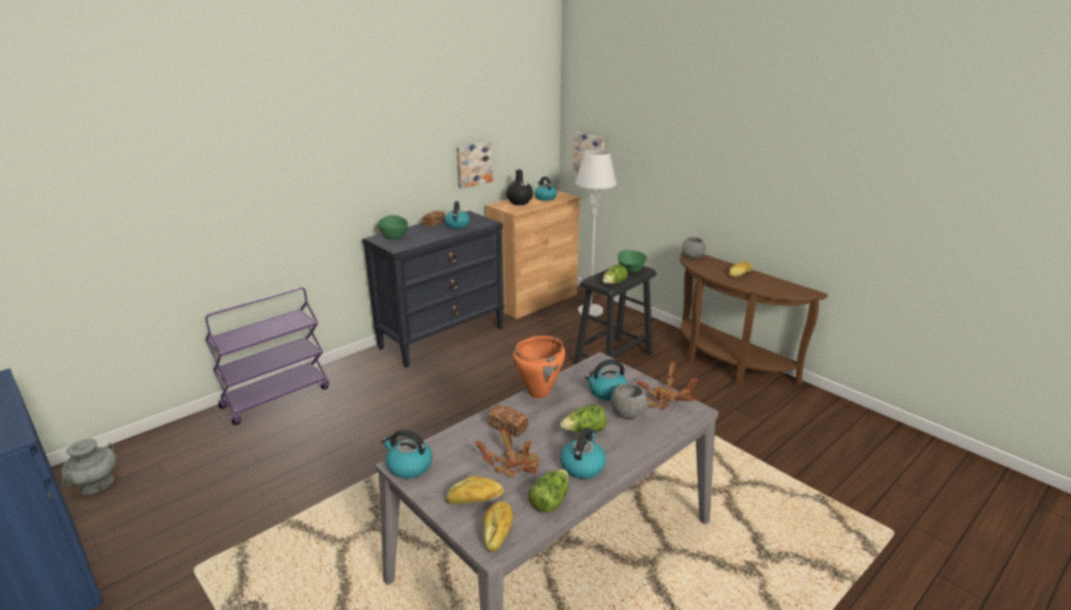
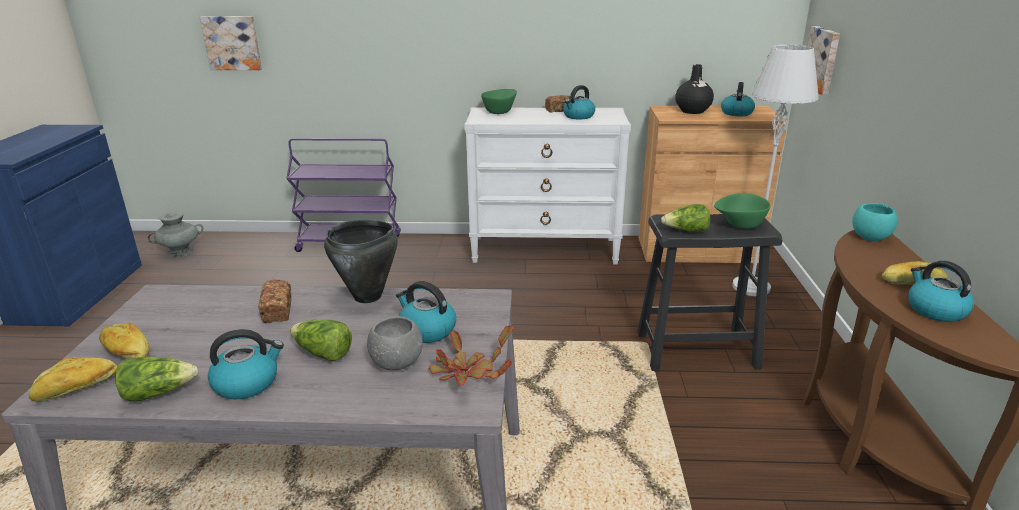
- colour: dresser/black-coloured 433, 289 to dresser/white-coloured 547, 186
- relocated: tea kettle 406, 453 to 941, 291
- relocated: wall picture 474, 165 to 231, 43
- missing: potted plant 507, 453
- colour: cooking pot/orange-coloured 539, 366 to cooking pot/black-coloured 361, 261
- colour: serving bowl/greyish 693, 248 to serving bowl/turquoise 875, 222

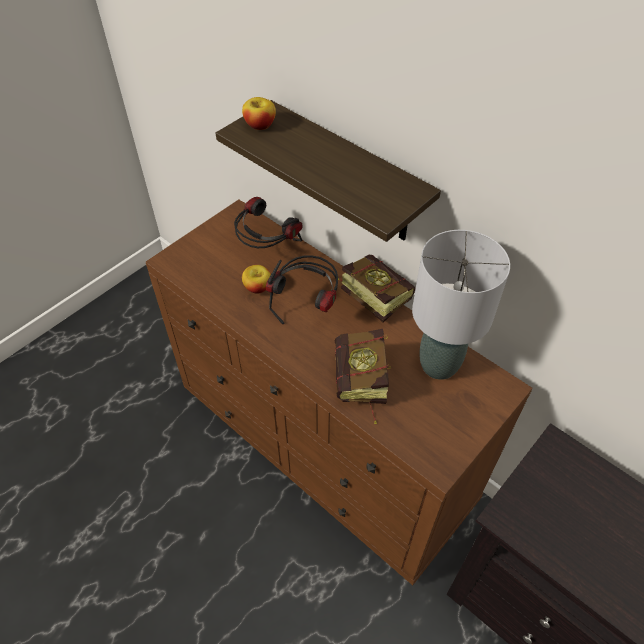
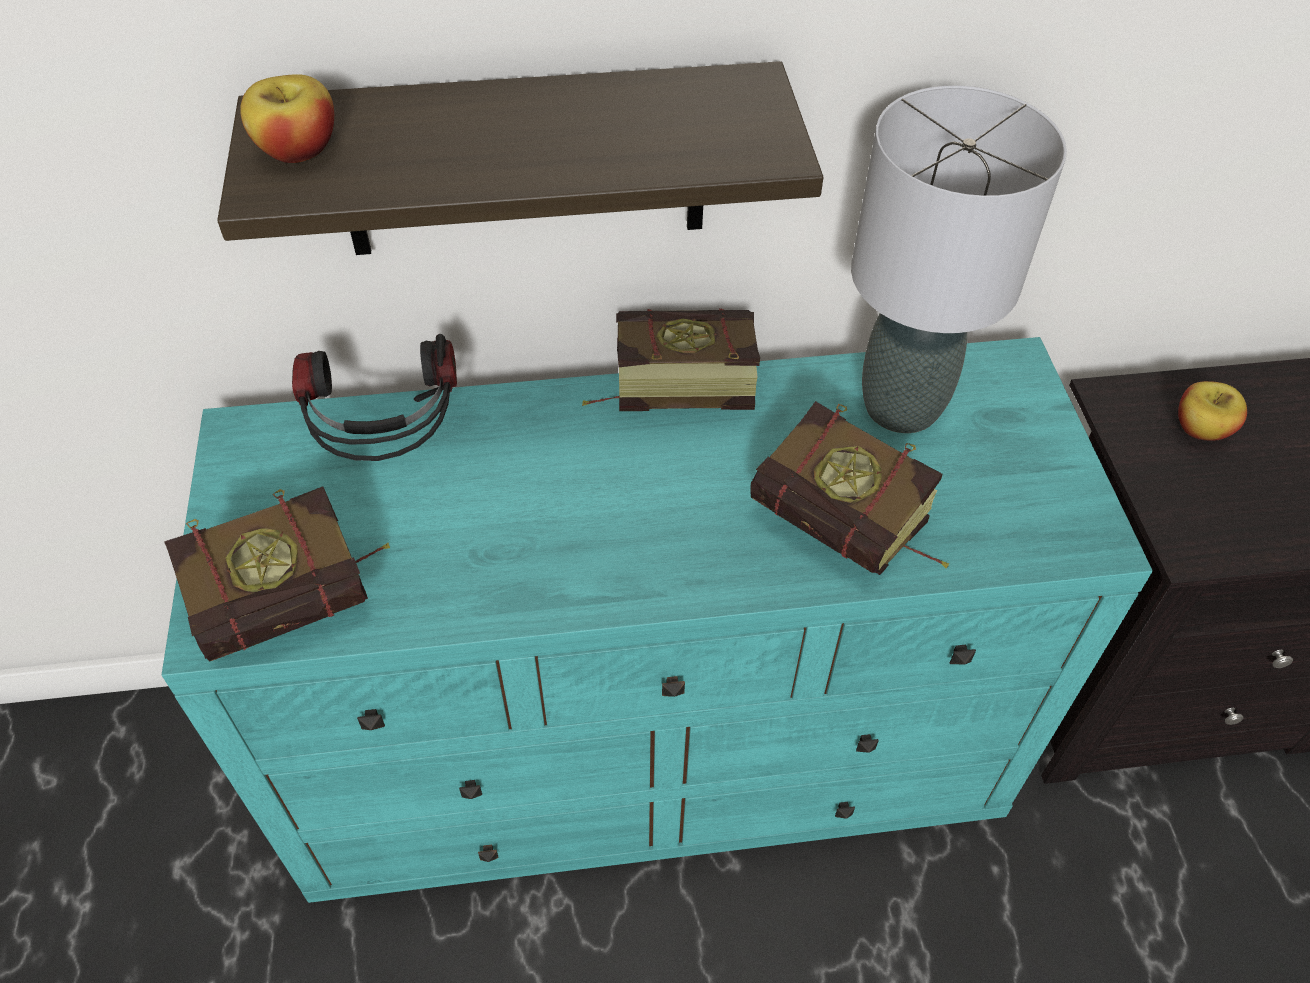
- colour: dresser/brown-coloured 339, 392 to dresser/turquoise 657, 620
- relocated: whole apple 256, 279 to 1212, 411
- missing: headphones 302, 289
- appeared: book 277, 574

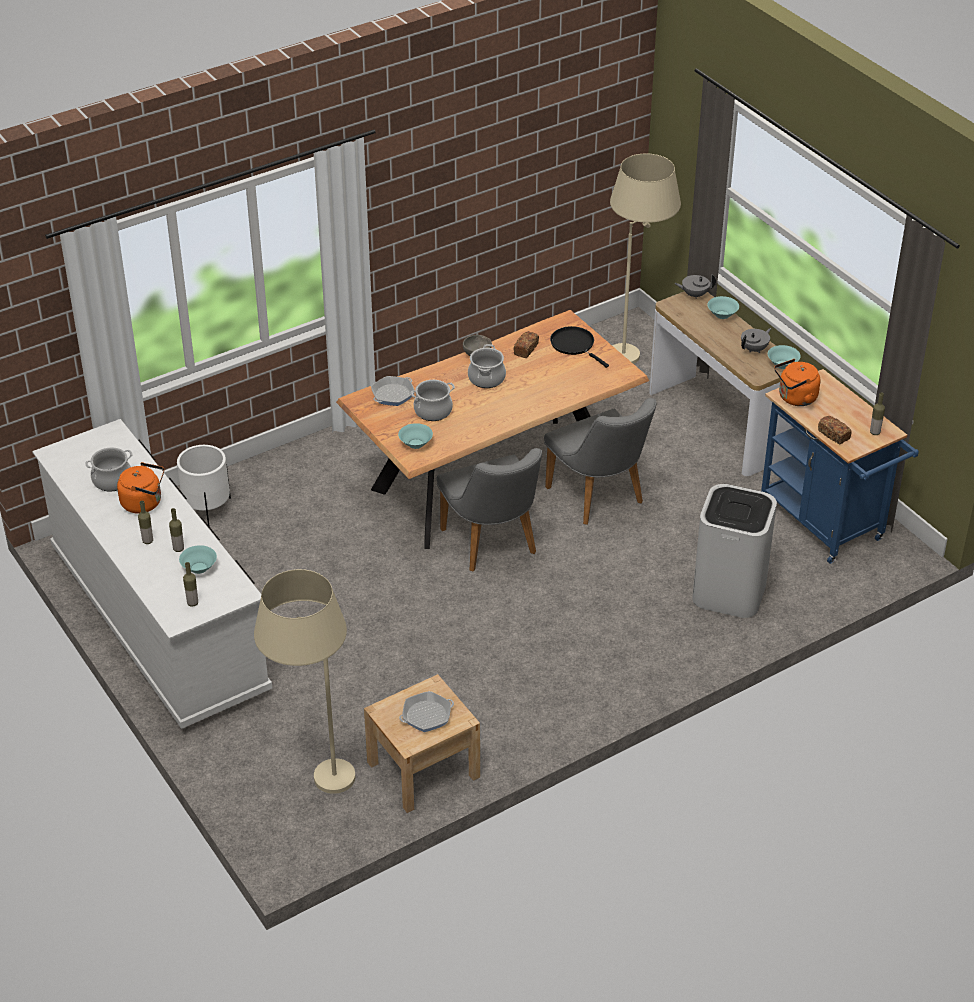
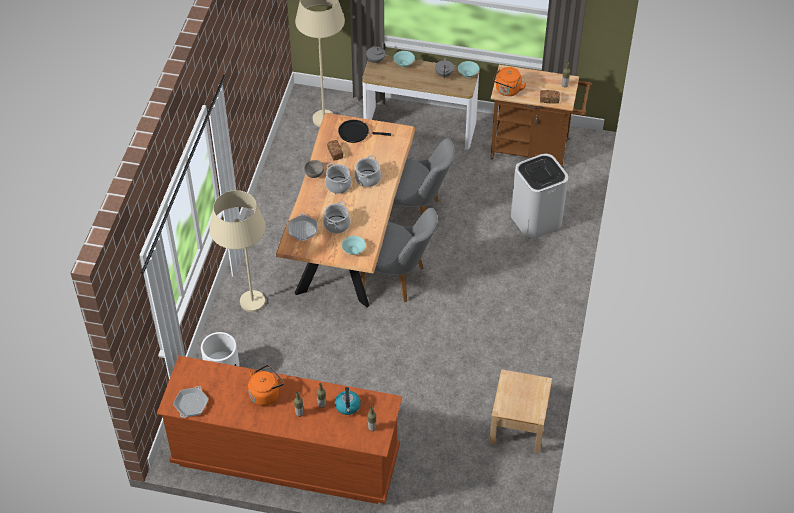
- colour: dresser/white-coloured 152, 574 to dresser/brown-coloured 279, 430
- relocated: cooking pot 109, 469 to 368, 171
- exchanged: serving bowl/turquoise 198, 559 to tea kettle 348, 401
- relocated: standard lamp/sand-coloured 304, 681 to 238, 251
- relocated: skillet 426, 711 to 190, 402
- colour: wheeled cart/bluish 840, 466 to wheeled cart/brown-coloured 541, 116

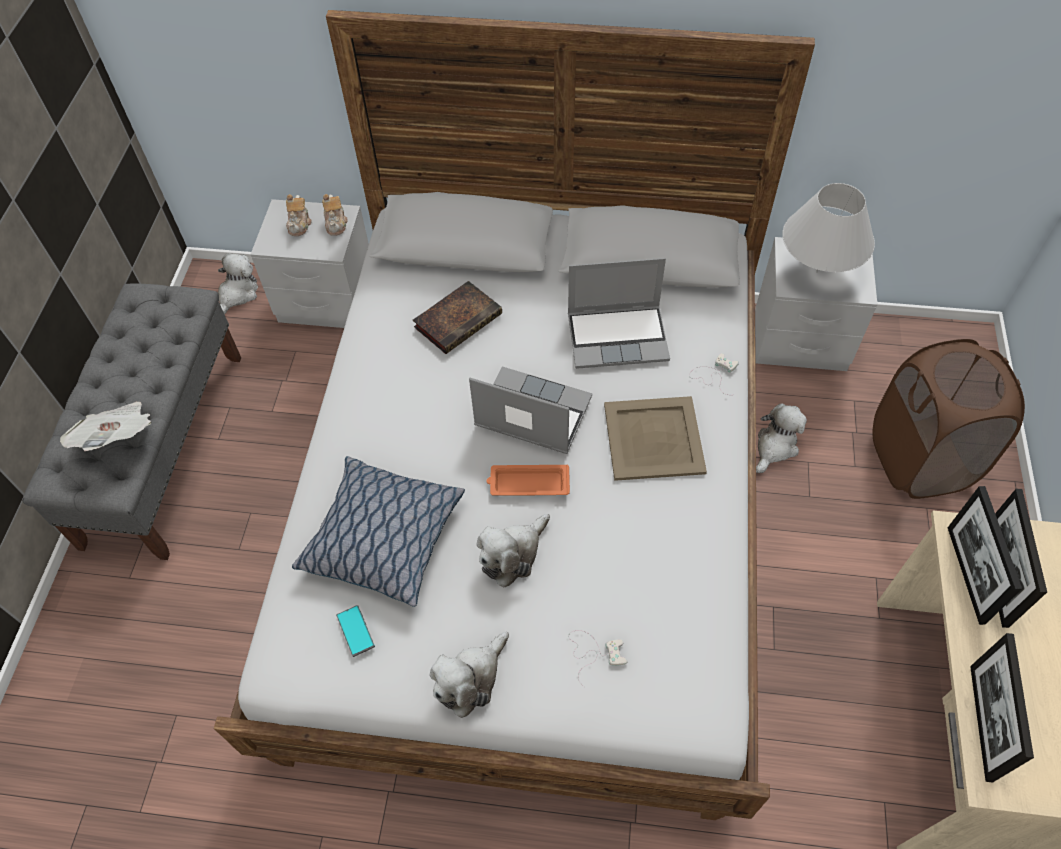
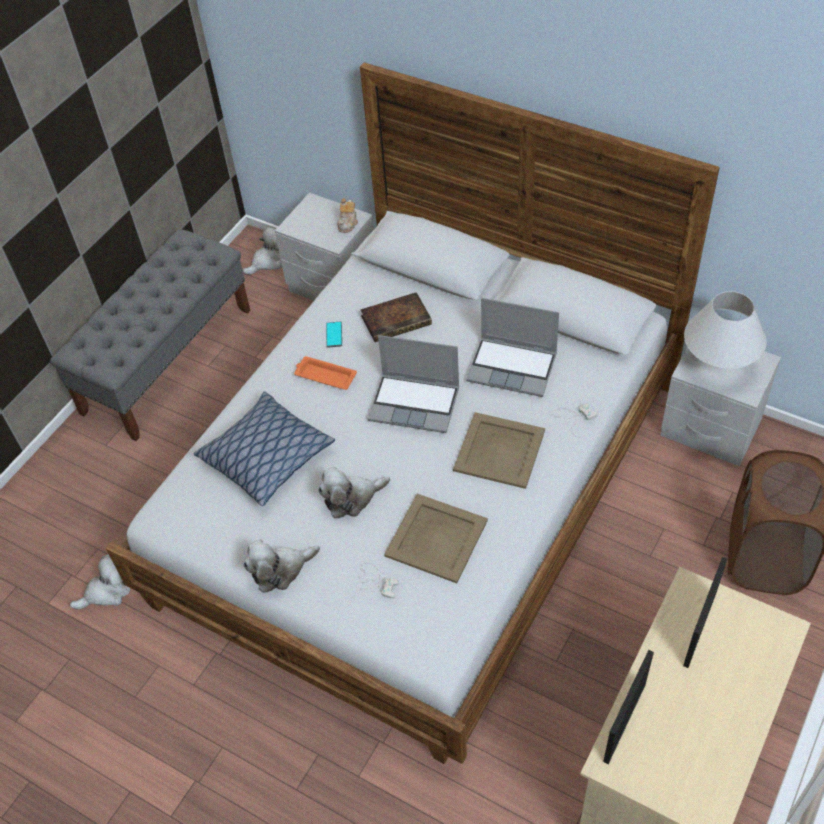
- missing: daily paper 105, 426
- missing: teapot 299, 215
- relocated: handset 355, 631 to 334, 335
- spun: notebook computer 530, 410 = 413, 384 150 degrees clockwise
- relocated: tray/orange-coloured 528, 480 to 325, 373
- relocated: soft toy 781, 438 to 100, 582
- missing: picture frame 985, 555
- appeared: tray/sand-coloured 436, 538

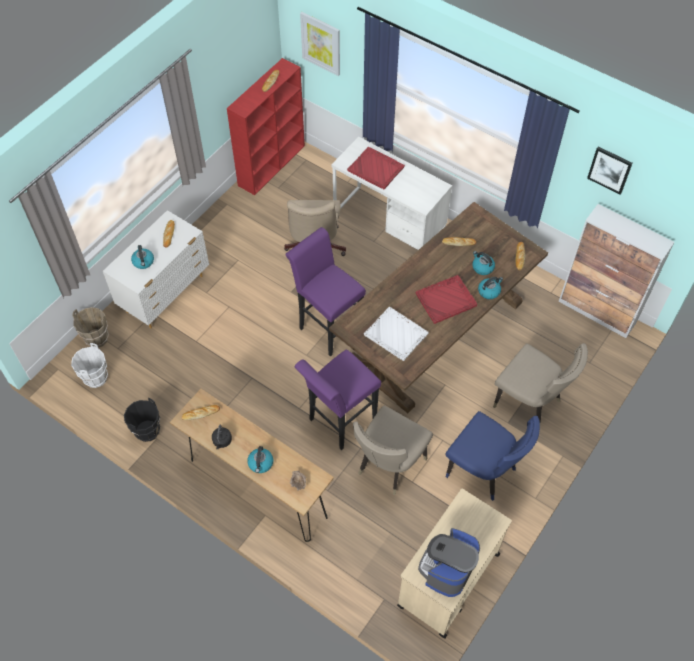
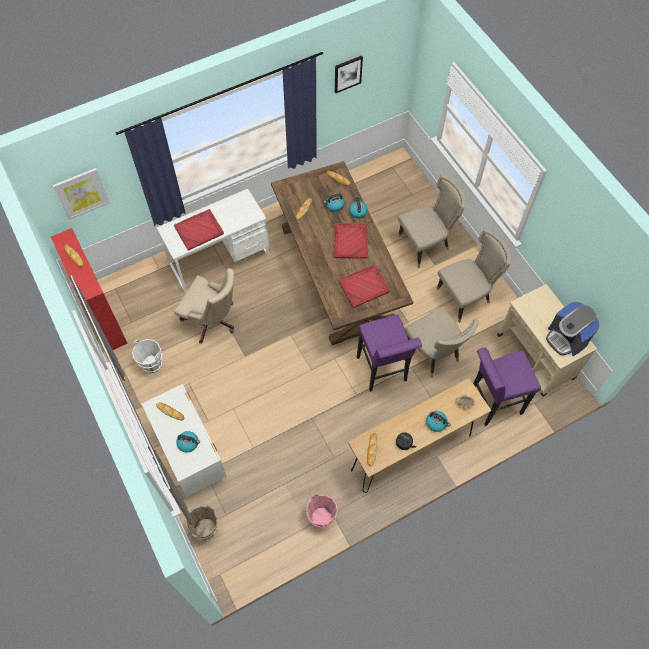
- relocated: water bucket/white-coloured 89, 365 to 147, 356
- colour: water bucket/black-coloured 142, 420 to water bucket/pink-coloured 322, 511
- relocated: stool seat/purple 325, 292 to 507, 386
- colour: tray/white-coloured 396, 334 to tray/red-coloured 364, 286
- colour: chair/bluish 493, 456 to chair/sand-coloured 474, 276
- missing: cabinet 616, 271

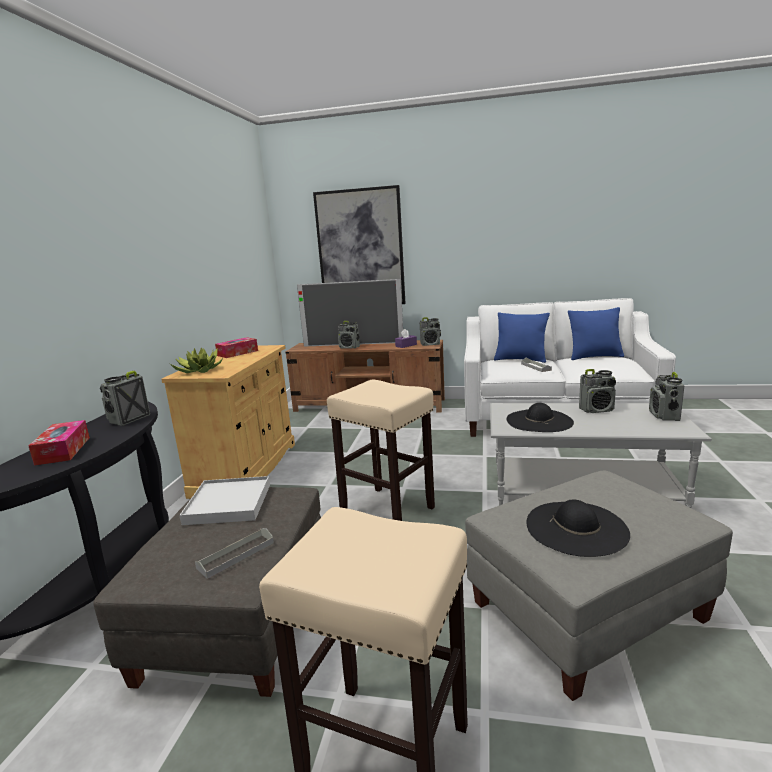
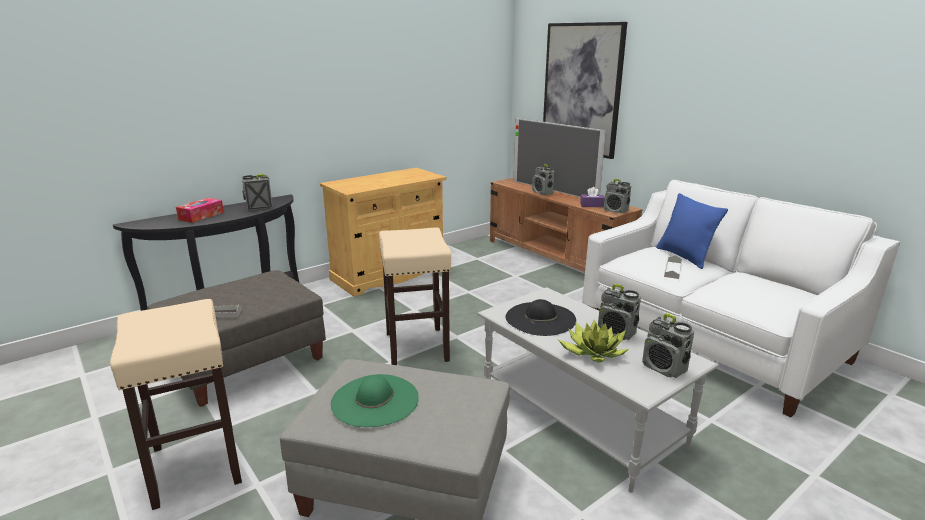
- relocated: potted plant 197, 360 to 594, 341
- missing: tray/white-coloured 224, 500
- missing: box of tissues 236, 347
- colour: wearable hat/black-coloured 578, 528 to wearable hat/green-coloured 375, 400
- missing: pillow/bluish 596, 333
- spun: radio 667, 396 = 668, 345 90 degrees counterclockwise

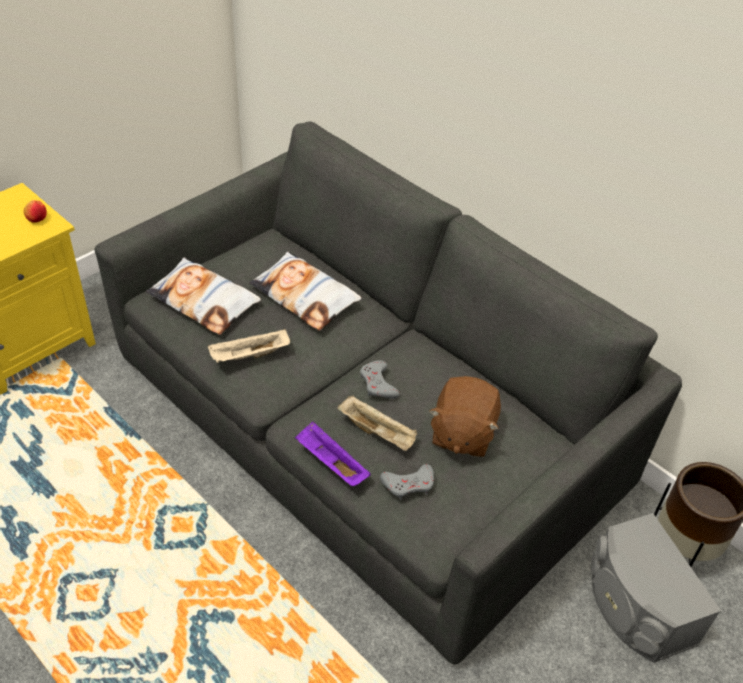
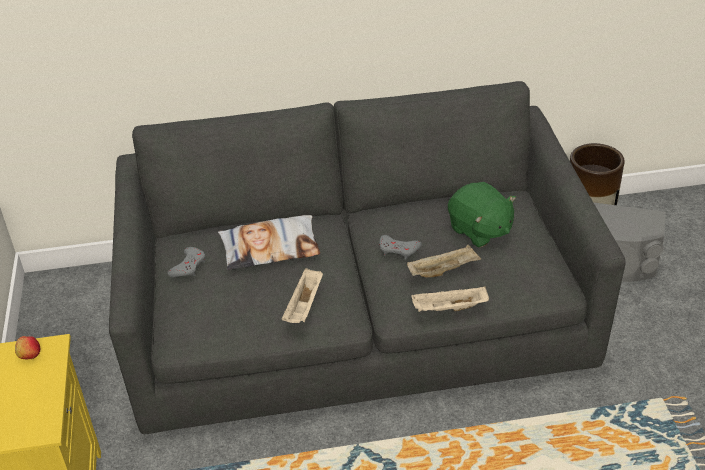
- missing: pillow 203, 296
- colour: tray/purple 333, 454 to tray/sand-coloured 450, 299
- relocated: game controller/greyish 407, 482 to 186, 262
- colour: soft toy/brown-coloured 465, 416 to soft toy/green-coloured 482, 215

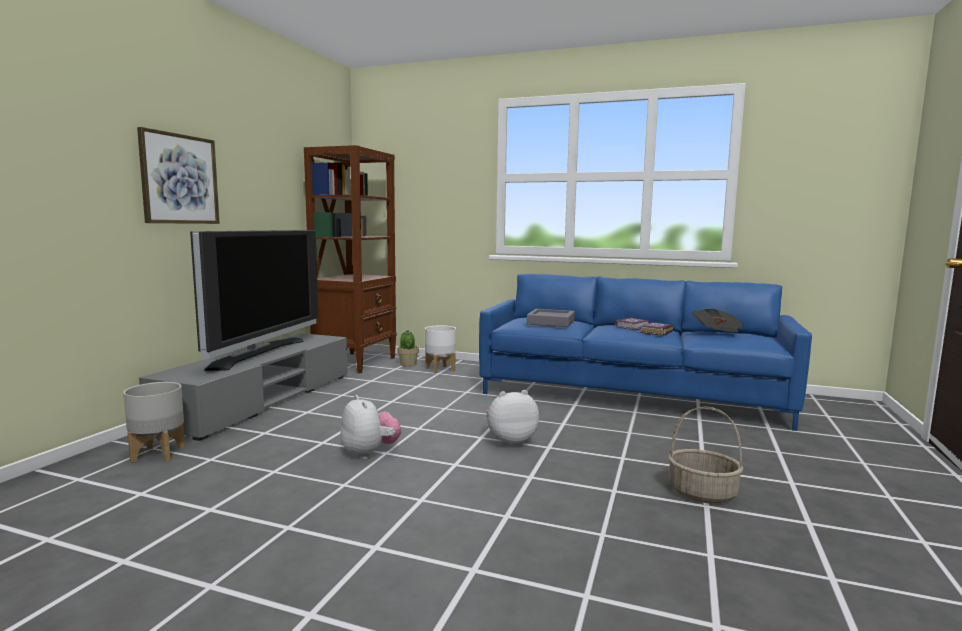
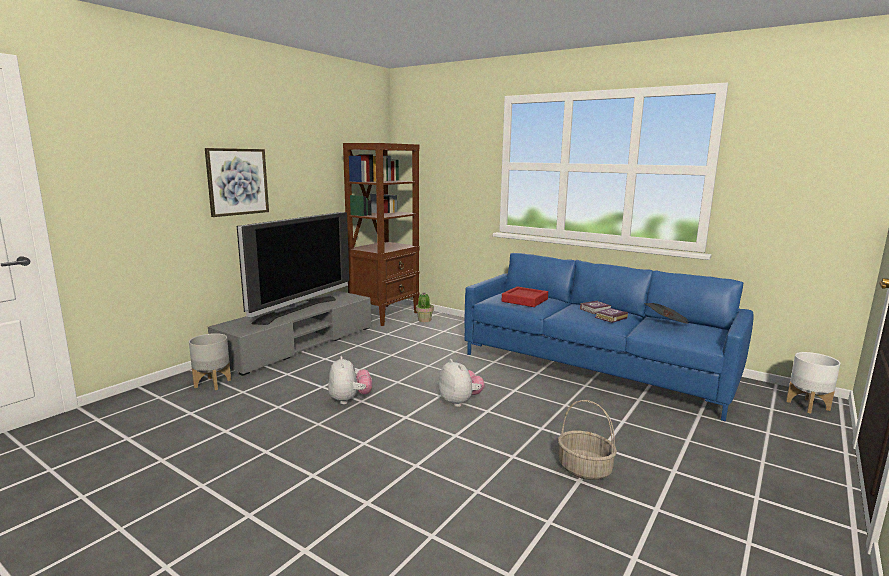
- relocated: flower pot/white-coloured 440, 349 to 813, 383
- spun: soft toy 512, 418 = 461, 383 60 degrees clockwise
- colour: tray/greyish 551, 318 to tray/red-coloured 525, 297

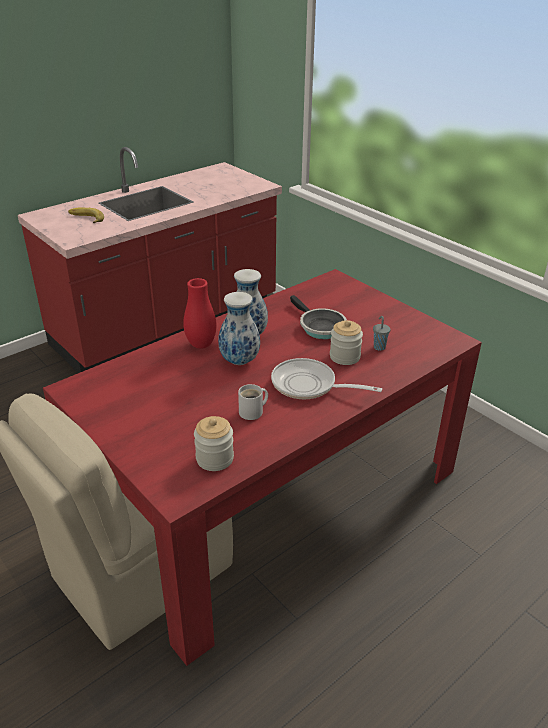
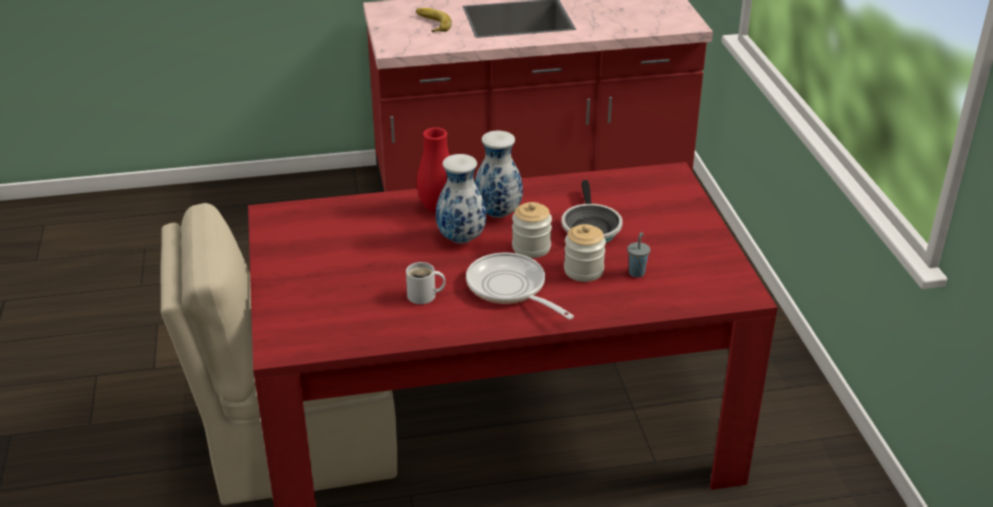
- relocated: storage jar 214, 443 to 532, 230

